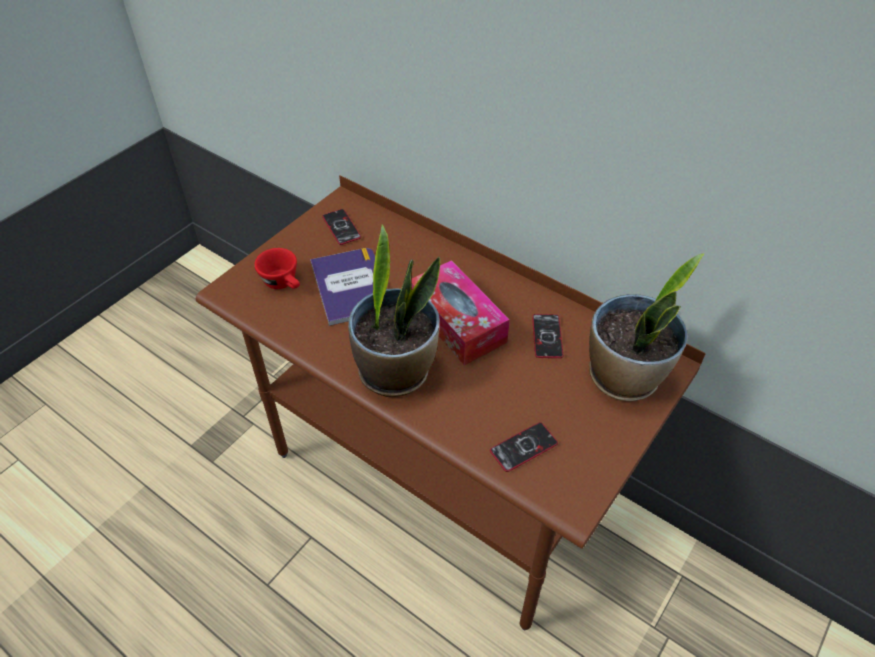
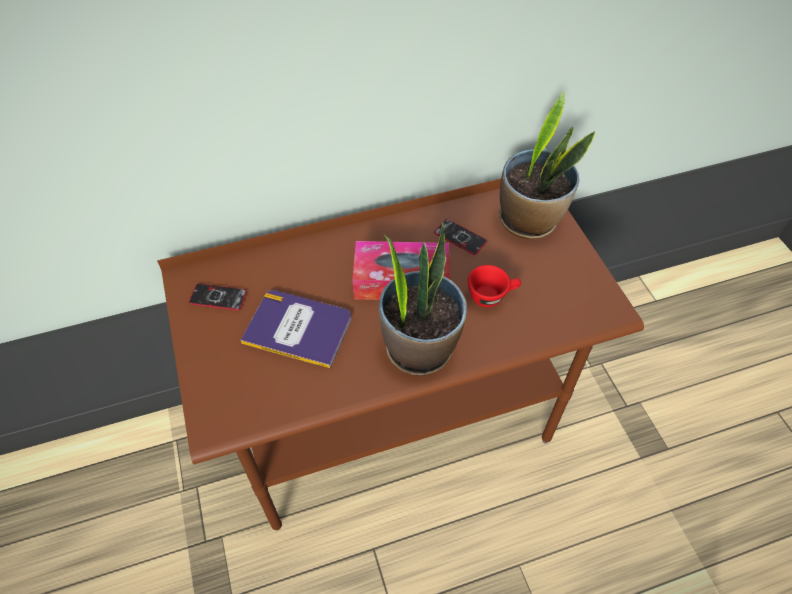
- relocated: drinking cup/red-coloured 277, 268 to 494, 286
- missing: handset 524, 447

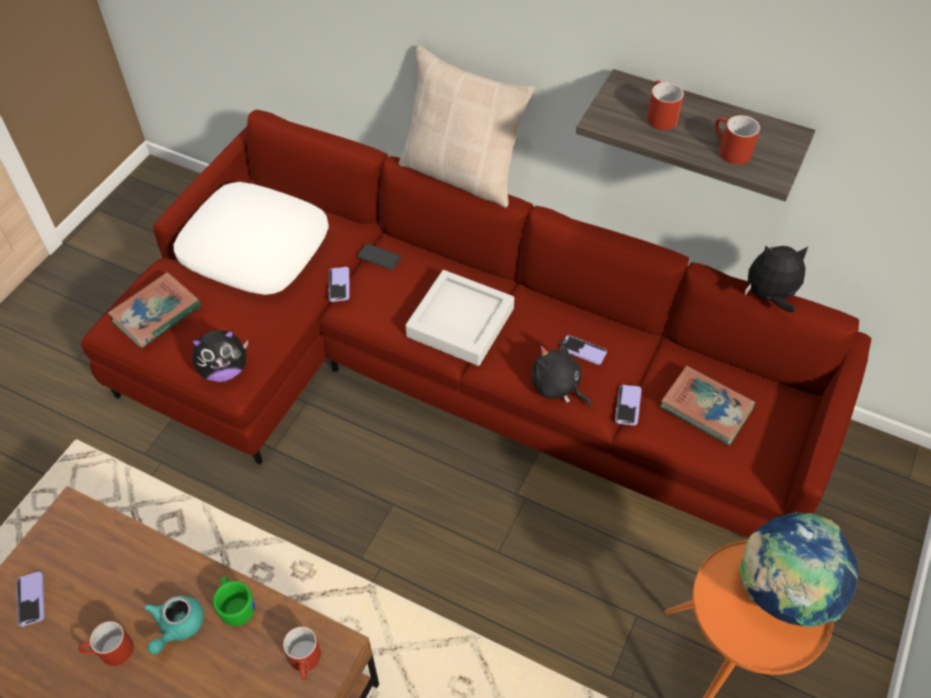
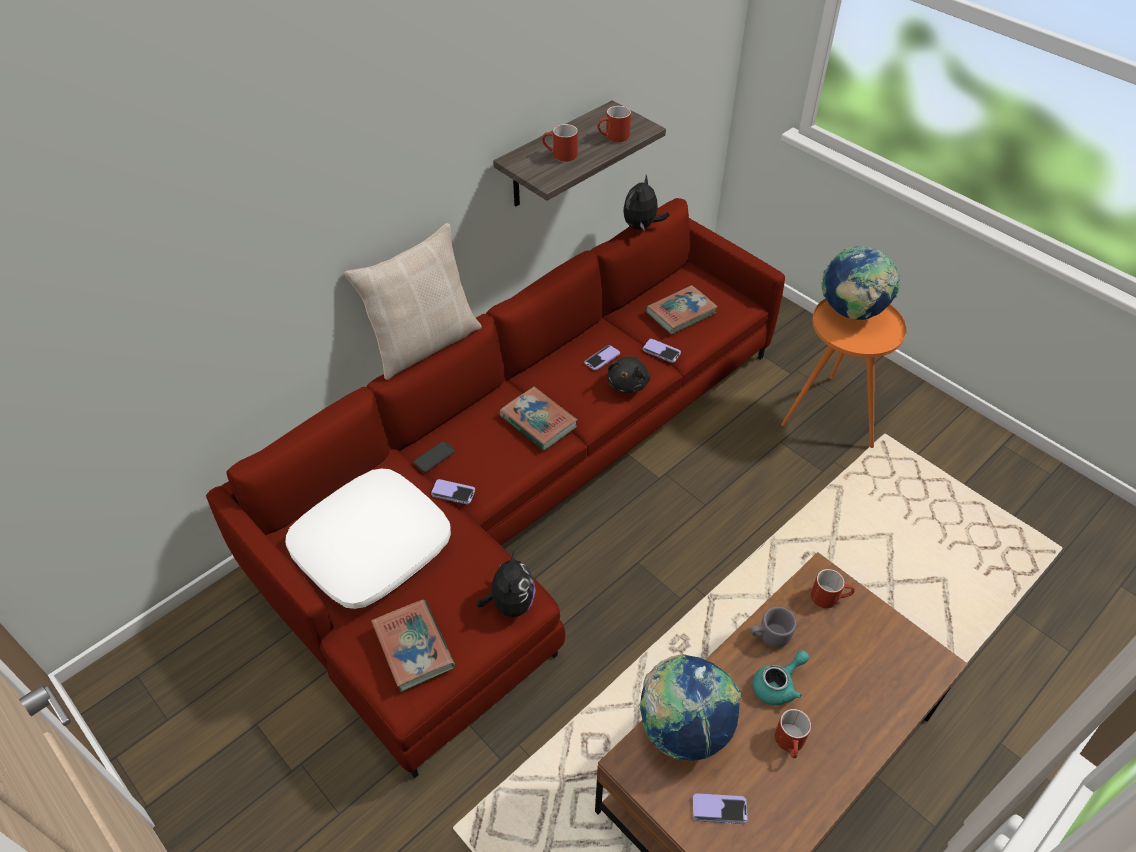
- spun: teapot/turquoise 174, 625 = 780, 678 75 degrees counterclockwise
- colour: tea mug/green-coloured 234, 601 to tea mug/greyish 773, 627
- exchanged: tray/greyish 459, 318 to book 539, 419
- spun: soft toy/black-coloured 562, 374 = 628, 374 45 degrees counterclockwise
- appeared: globe 690, 708

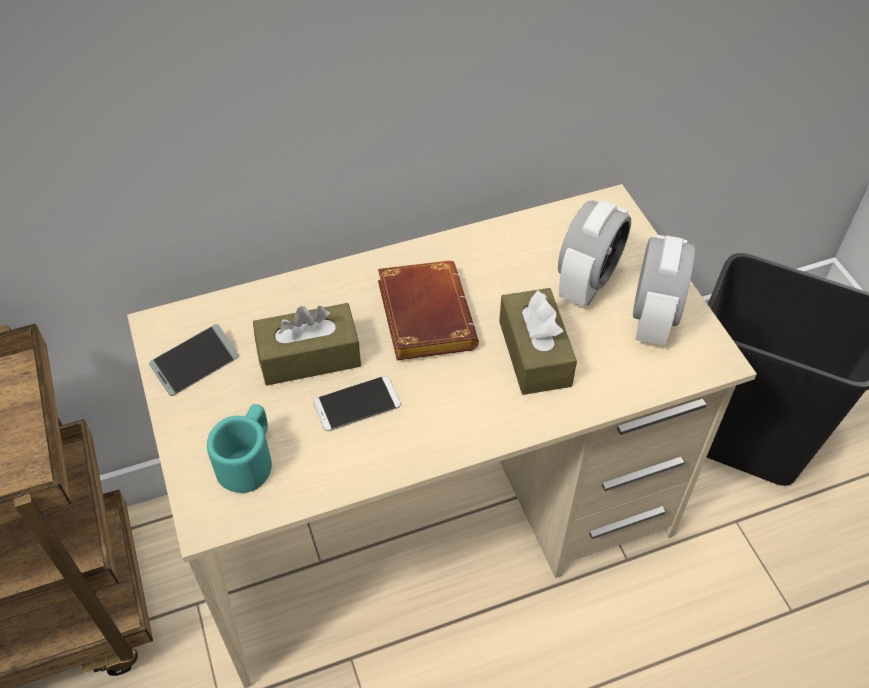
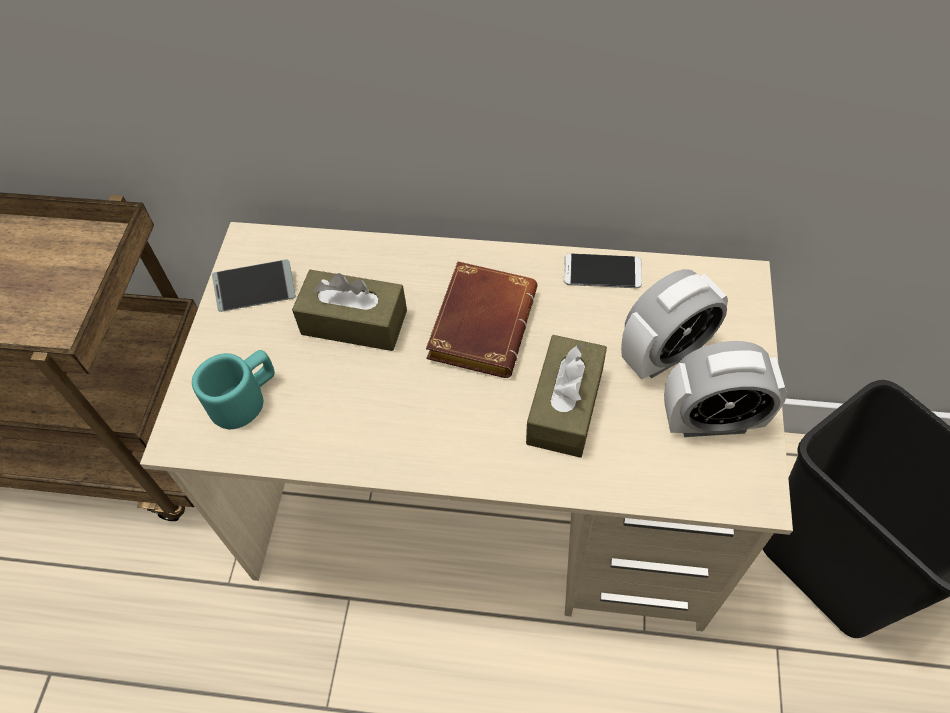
- relocated: handset 357, 403 to 603, 270
- spun: table clock 664, 290 = 725, 389 45 degrees clockwise

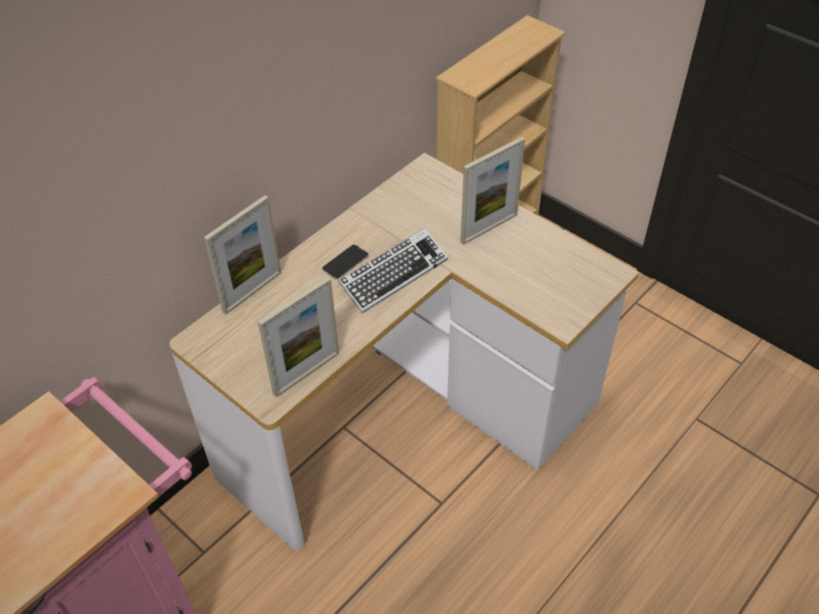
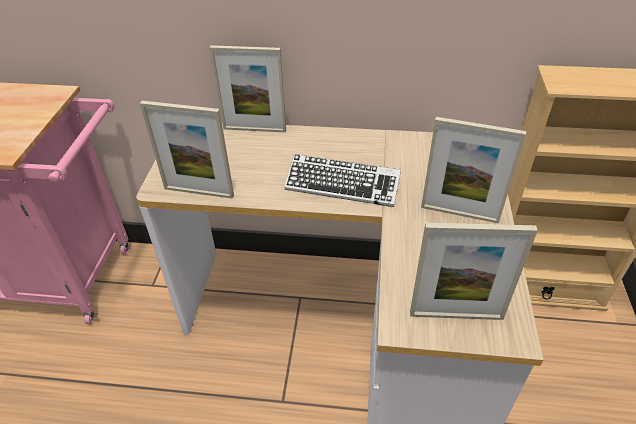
- missing: handset 345, 262
- appeared: picture frame 474, 271

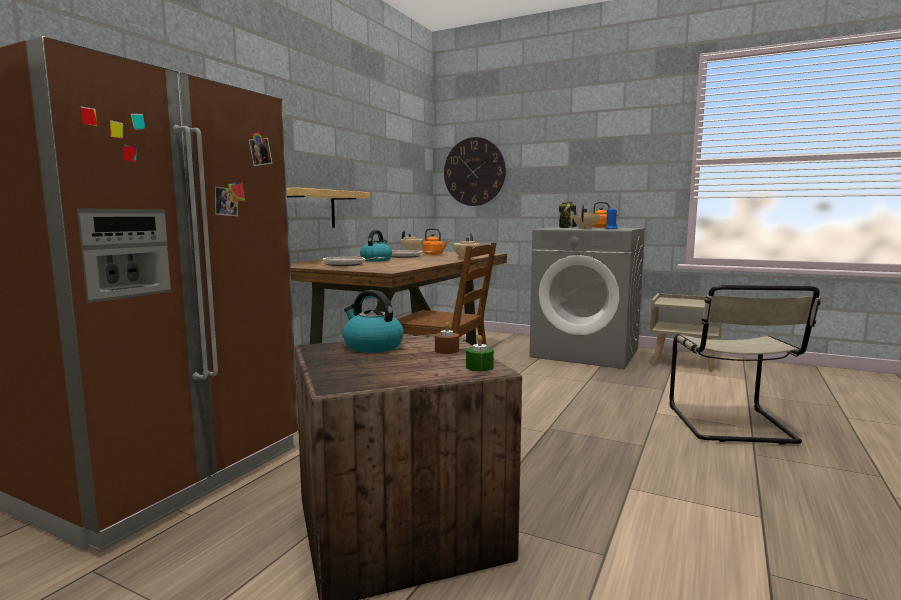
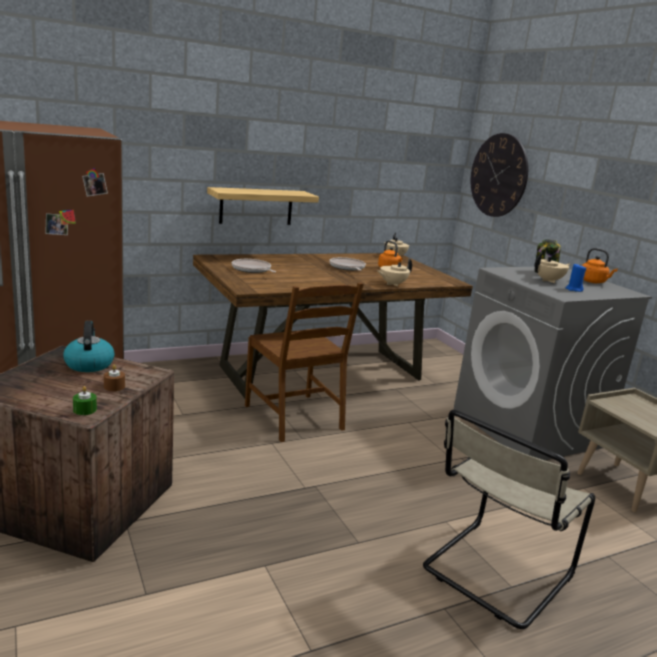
- missing: tea kettle 376, 246

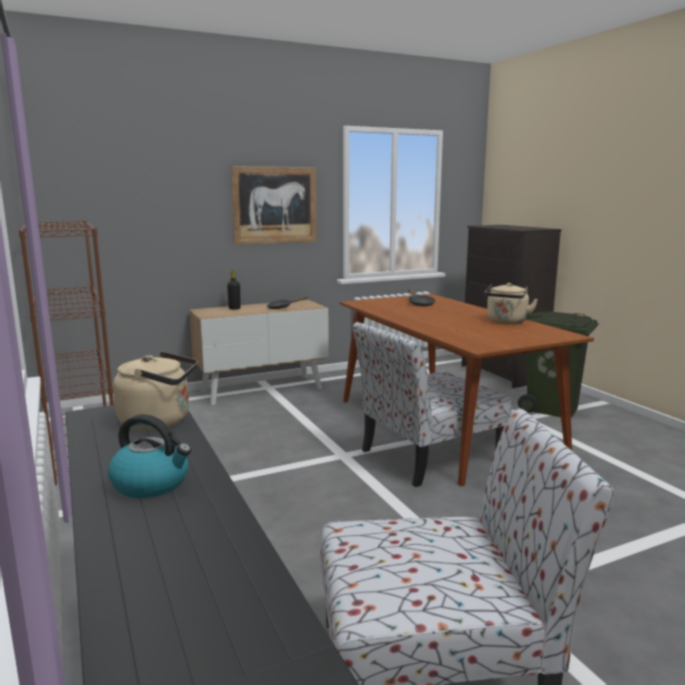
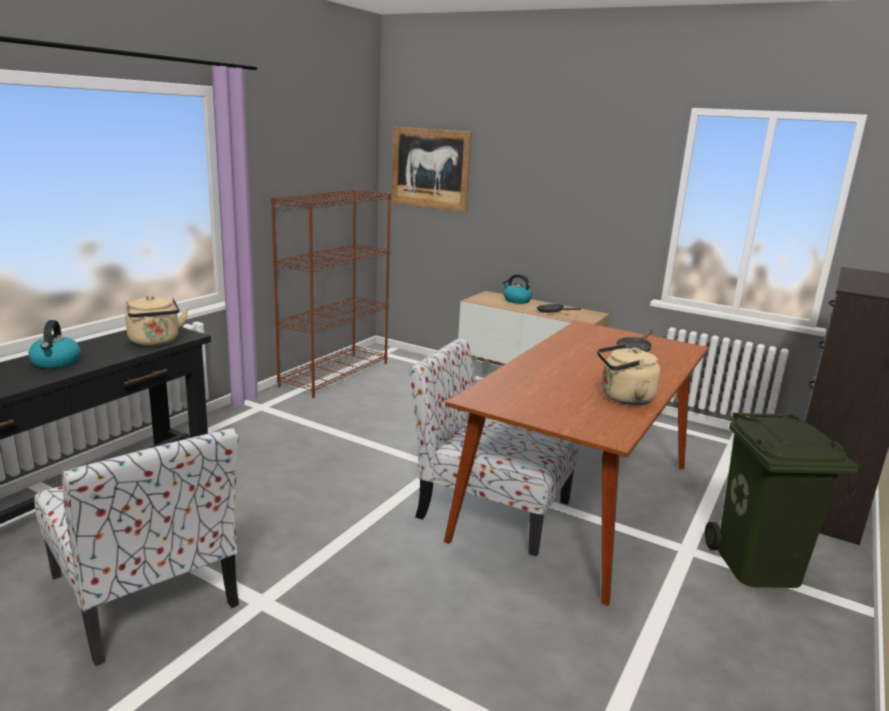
- exchanged: bottle/black-coloured 234, 289 to tea kettle 517, 289
- relocated: wall picture 273, 205 to 431, 169

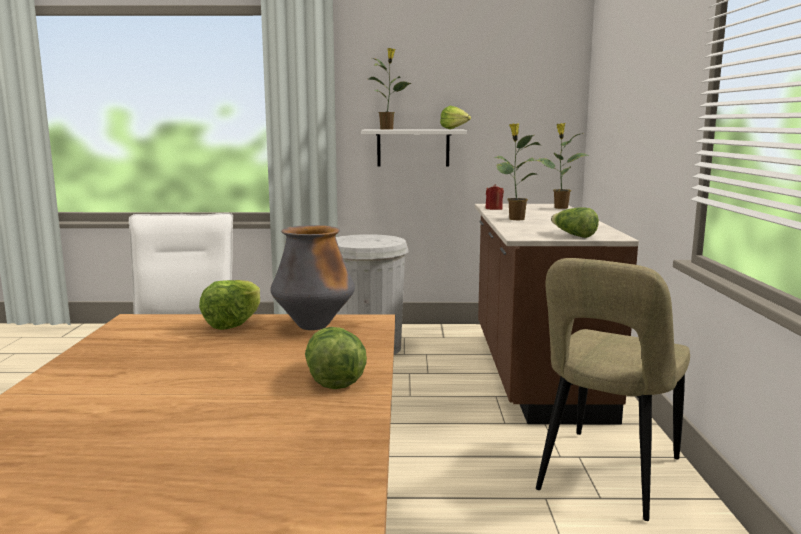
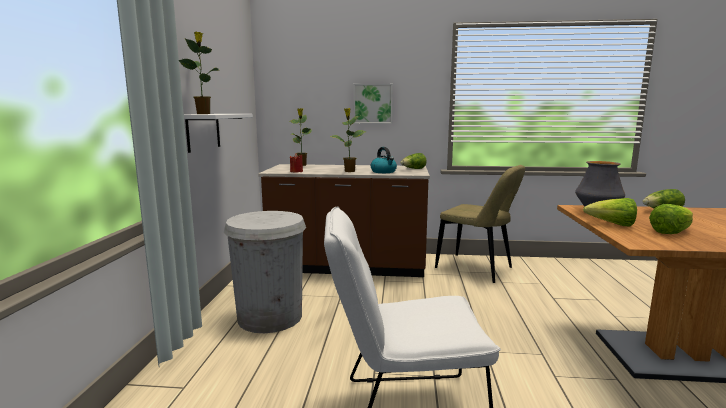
- relocated: lettuce 455, 117 to 671, 219
- appeared: wall picture 373, 104
- appeared: tea kettle 384, 160

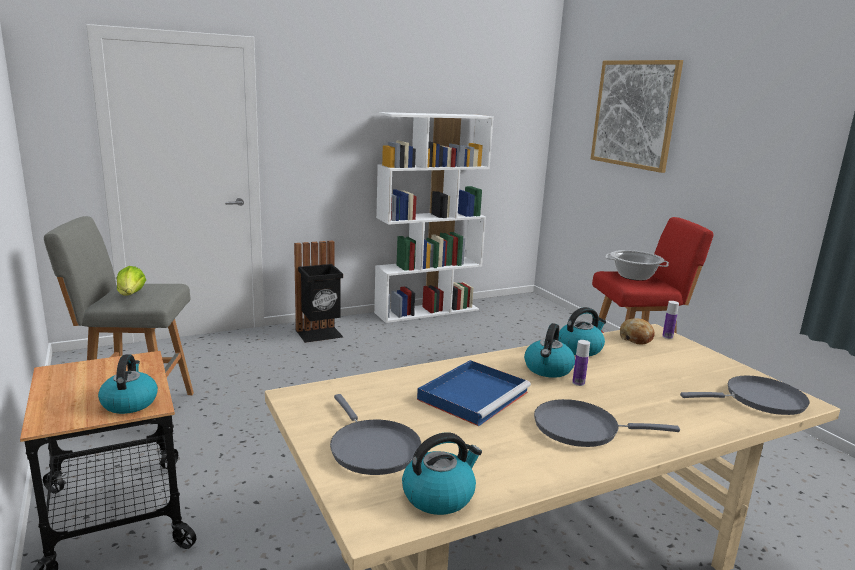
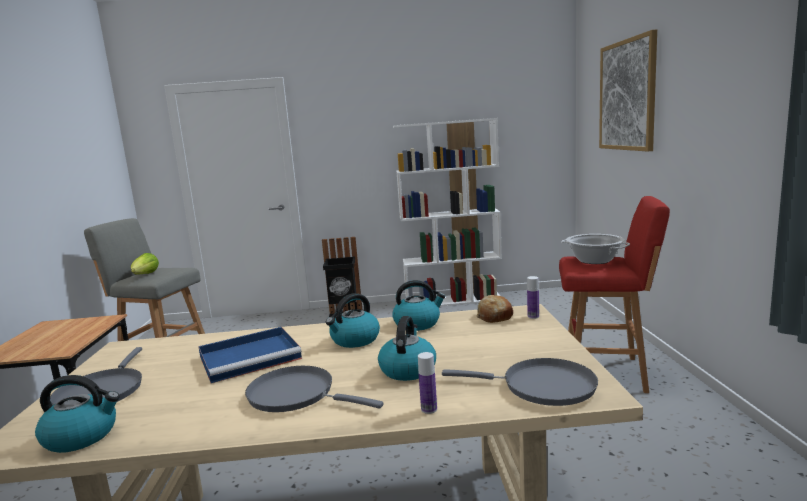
- relocated: tea kettle 128, 384 to 407, 348
- relocated: bottle 581, 363 to 427, 383

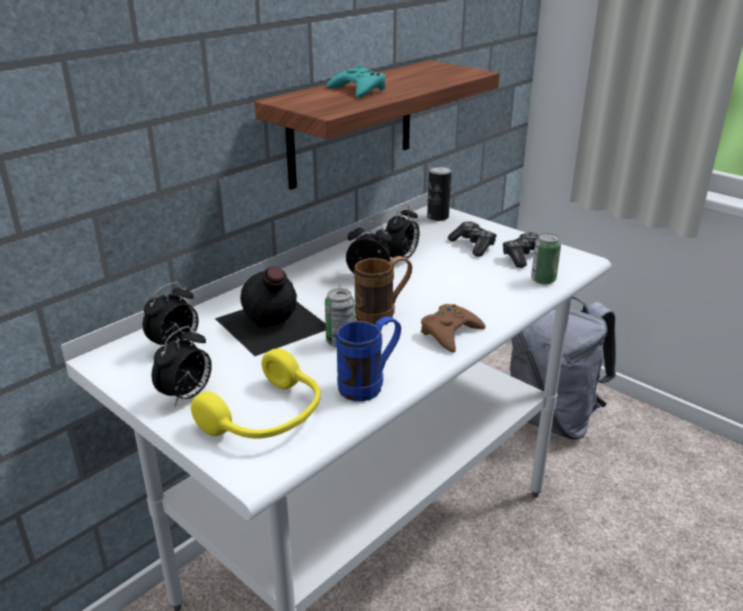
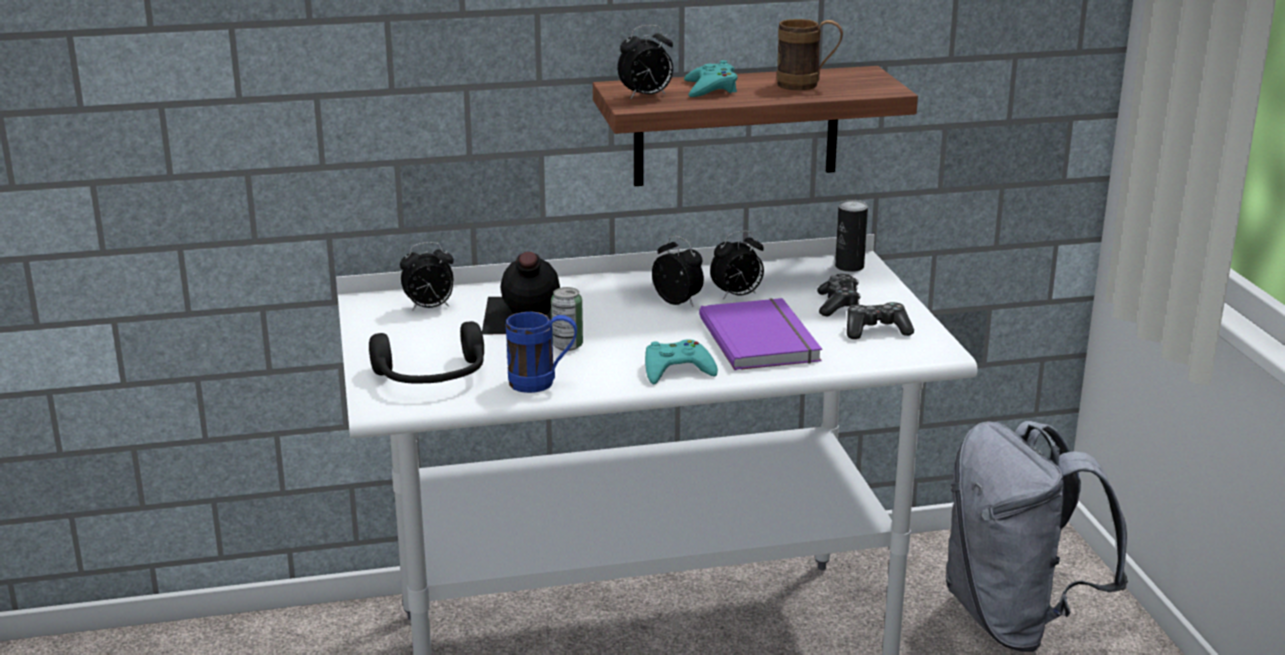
- relocated: table clock 182, 366 to 645, 62
- colour: headphones/yellowish 256, 393 to headphones/black-coloured 426, 352
- relocated: tea mug/brown-coloured 383, 290 to 810, 54
- colour: game controller/brown-coloured 453, 328 to game controller/turquoise 681, 362
- missing: metal can 546, 259
- appeared: book/purple 760, 334

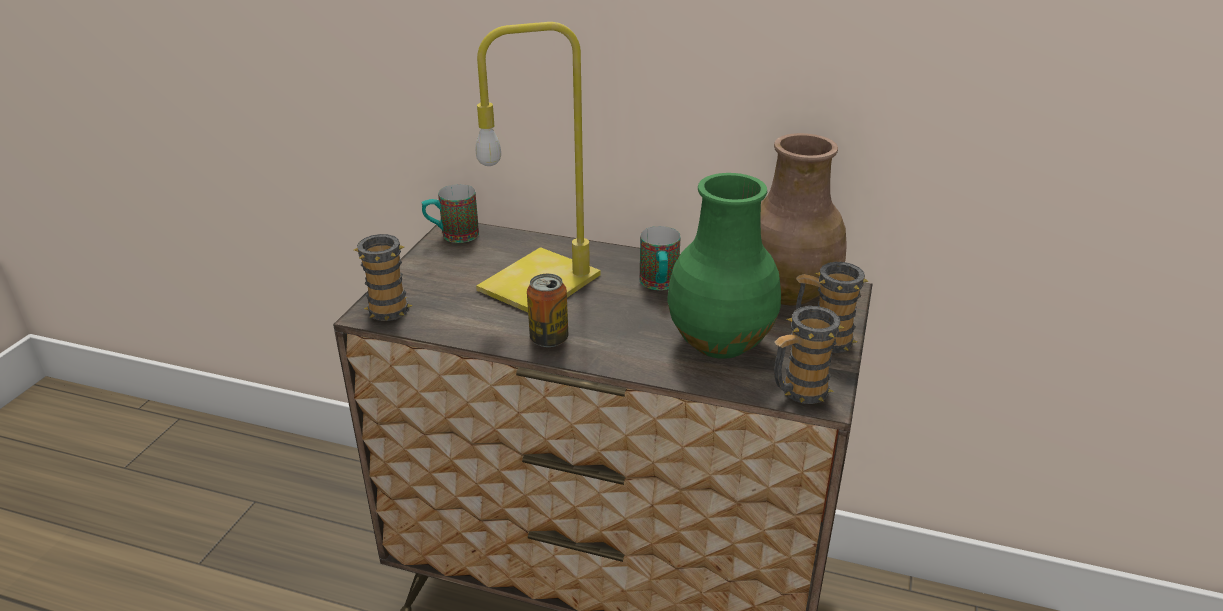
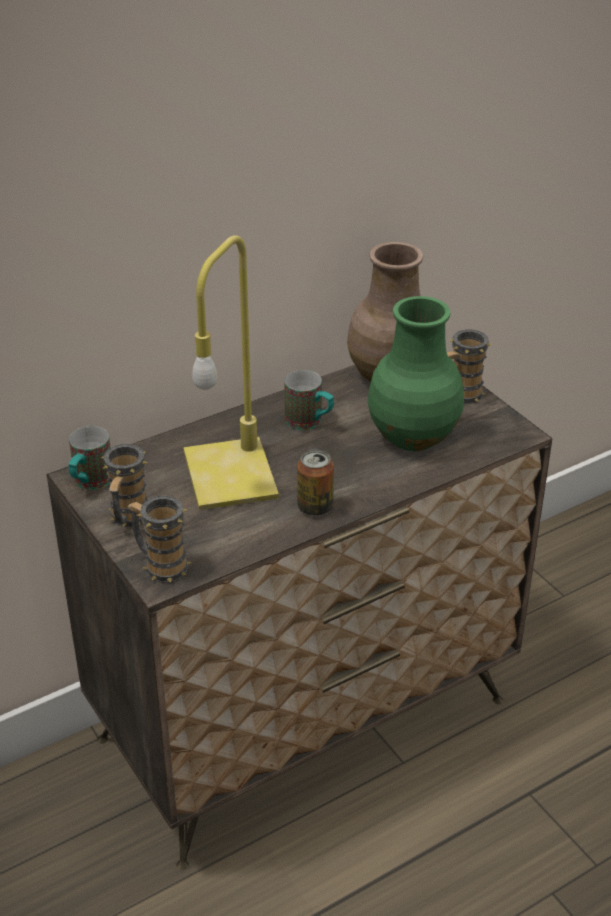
- relocated: tea mug 809, 355 to 124, 485

